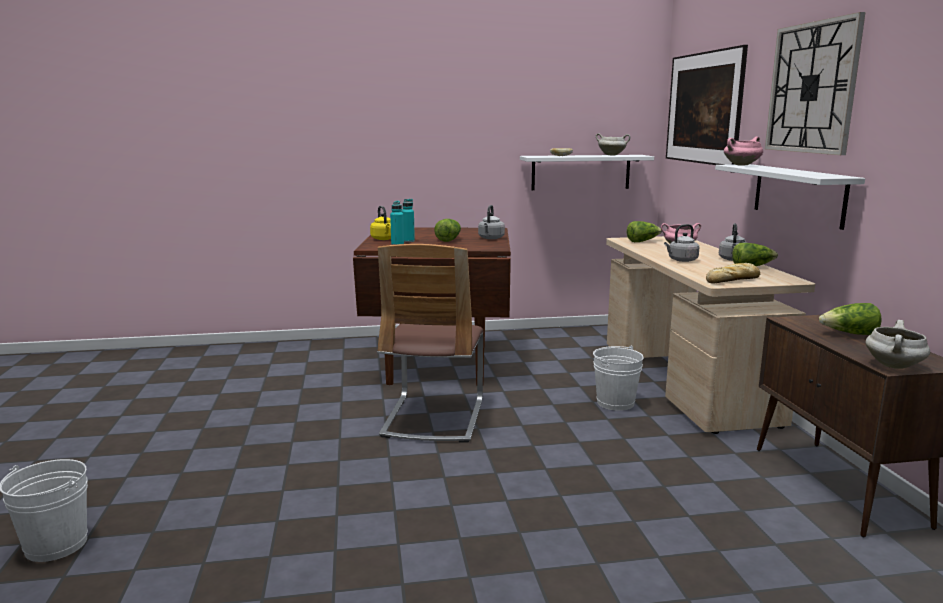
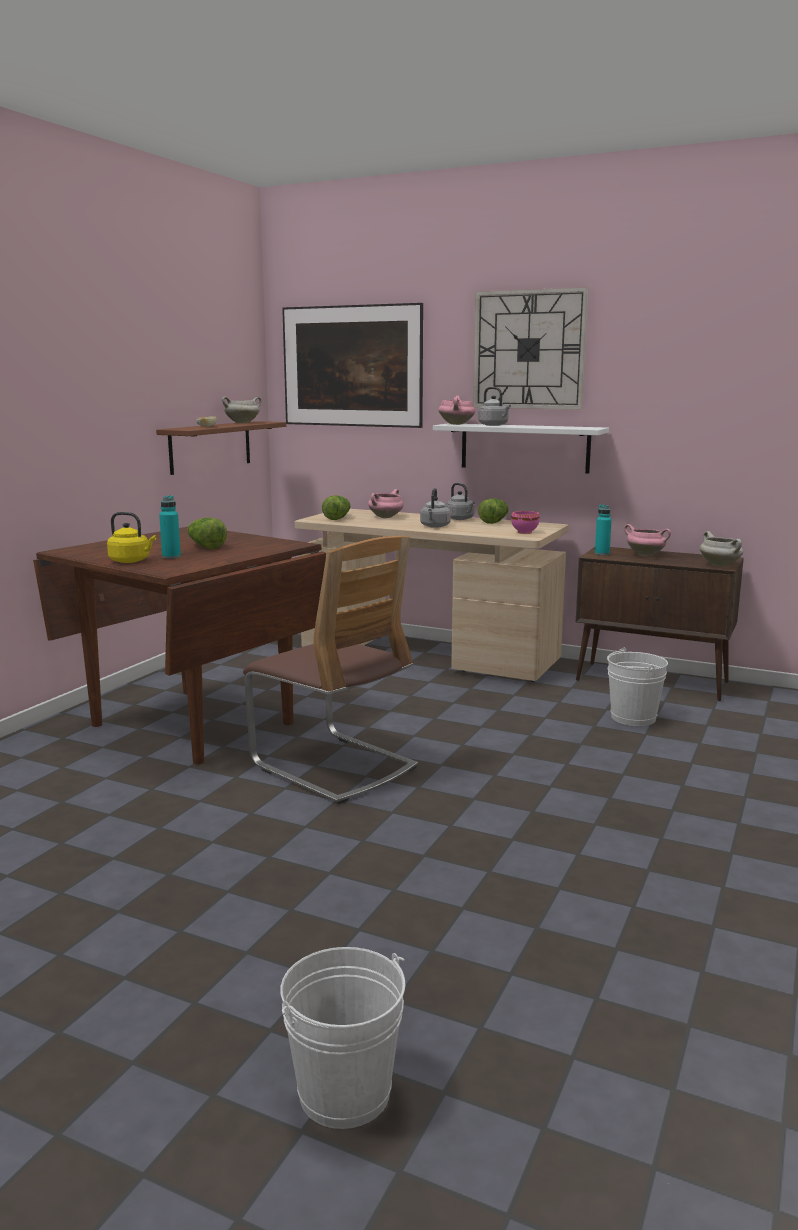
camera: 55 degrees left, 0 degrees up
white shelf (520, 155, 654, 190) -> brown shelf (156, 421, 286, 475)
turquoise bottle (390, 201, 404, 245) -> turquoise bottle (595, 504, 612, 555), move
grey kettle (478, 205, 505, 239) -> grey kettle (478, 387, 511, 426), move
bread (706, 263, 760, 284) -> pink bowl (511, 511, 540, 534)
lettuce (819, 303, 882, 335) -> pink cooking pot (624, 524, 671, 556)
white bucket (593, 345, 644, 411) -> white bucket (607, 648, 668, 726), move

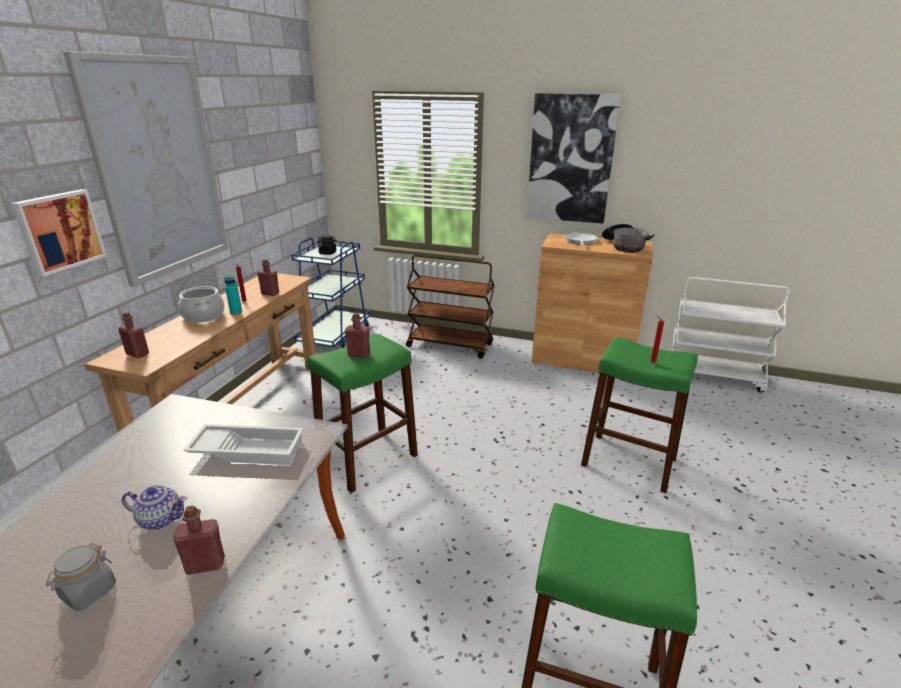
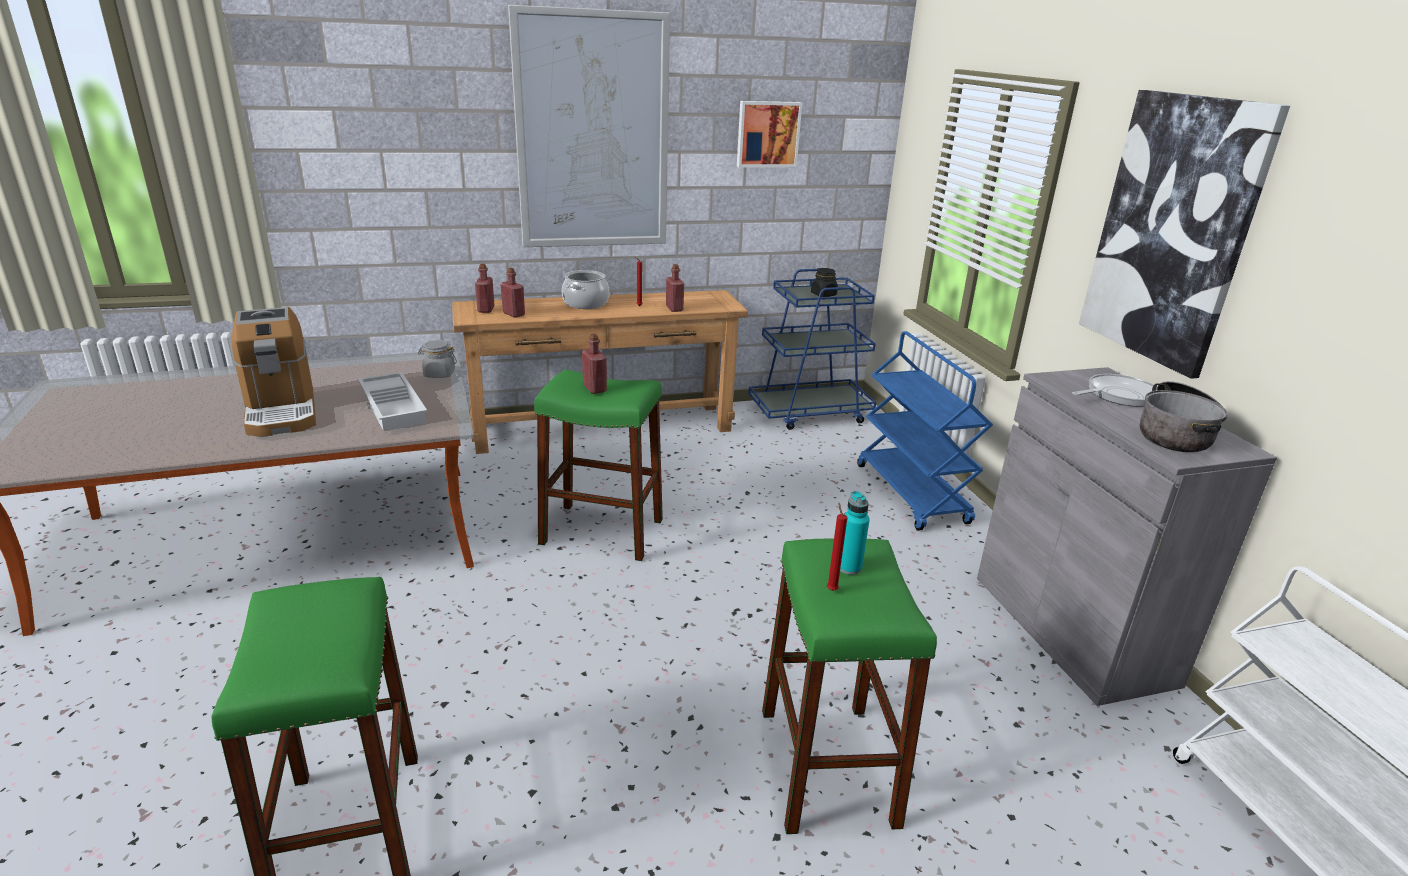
camera: 55 degrees right, 0 degrees up
picture (11, 189, 107, 277) -> picture (737, 101, 802, 167), move
brown cabinet (532, 233, 653, 373) -> grey cabinet (977, 367, 1277, 706)
brown cart (406, 255, 495, 359) -> blue cart (857, 331, 993, 531)
turquoise bottle (224, 275, 242, 315) -> turquoise bottle (840, 491, 870, 575), move
teapot (122, 485, 187, 530) -> coffee machine (231, 307, 316, 437)
red bottle (173, 506, 225, 575) -> red bottle (501, 268, 525, 318), move
grey jar (46, 543, 116, 611) -> grey jar (418, 340, 457, 378), move

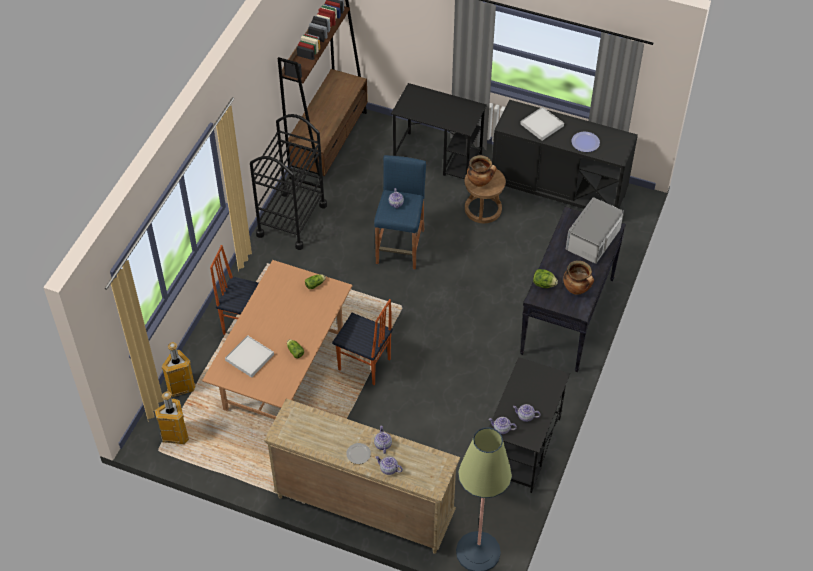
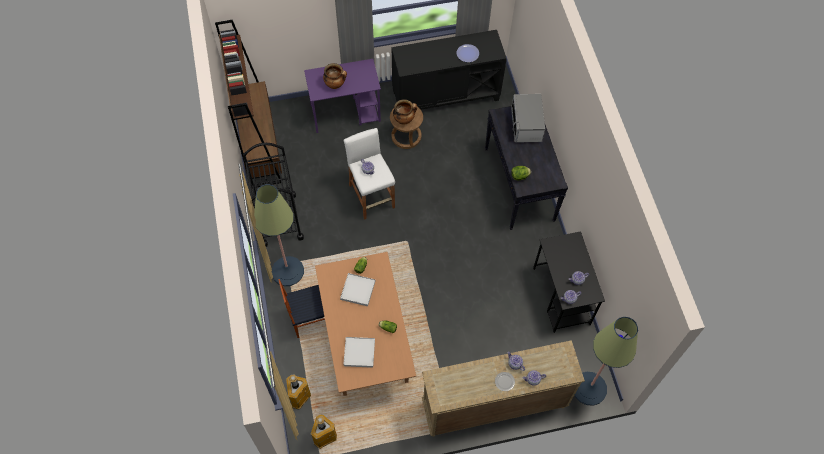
camera: 35 degrees left, 10 degrees up
black desk (391, 83, 487, 179) -> purple desk (304, 59, 381, 133)
white tray (520, 107, 564, 141) -> white tray (340, 273, 375, 306), move
blue stool (374, 155, 426, 270) -> white stool (344, 128, 395, 220)
cooking pot (563, 260, 594, 295) -> cooking pot (323, 63, 347, 89), move
chair (332, 299, 393, 386) -> none
none -> floor lamp (254, 184, 304, 286)

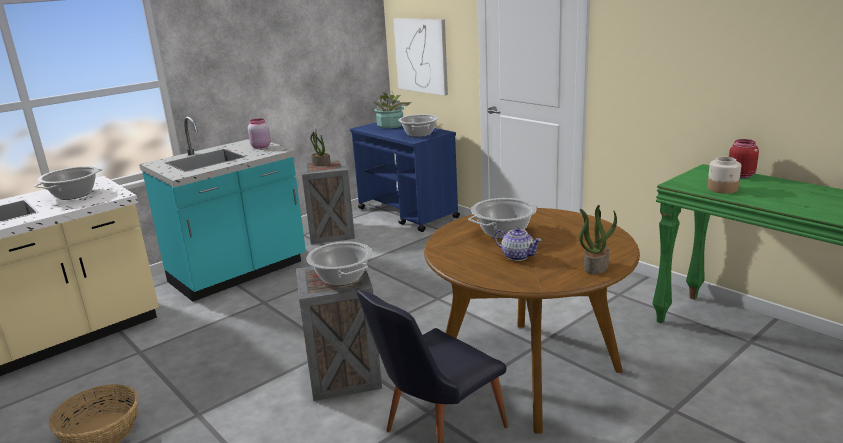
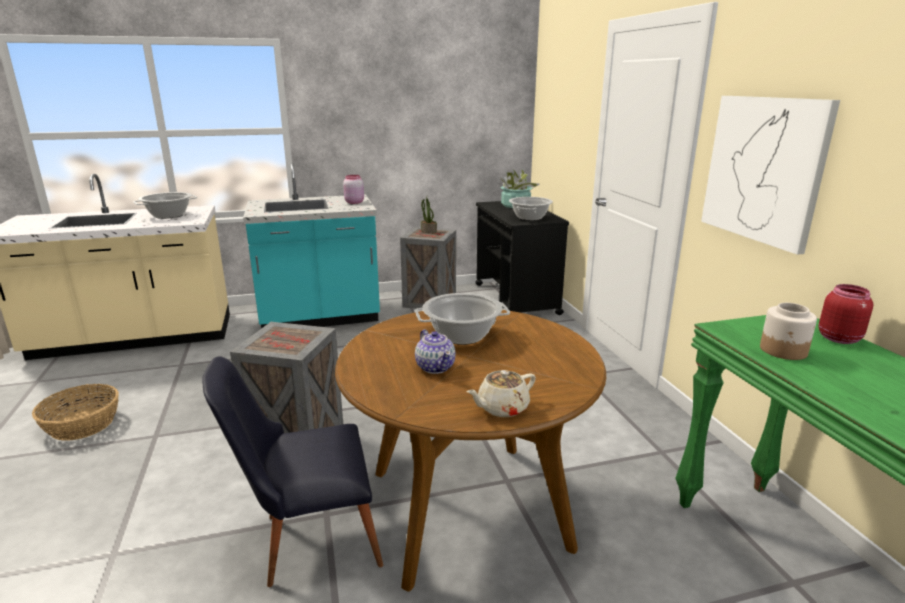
camera: 25 degrees right, 0 degrees up
picture (393, 18, 448, 96) -> picture (701, 96, 840, 255), move
blue cart (350, 122, 460, 232) -> black cart (475, 201, 569, 315)
potted plant (579, 205, 617, 275) -> beige teapot (467, 370, 536, 417)
cooking pot (306, 242, 372, 286) -> none

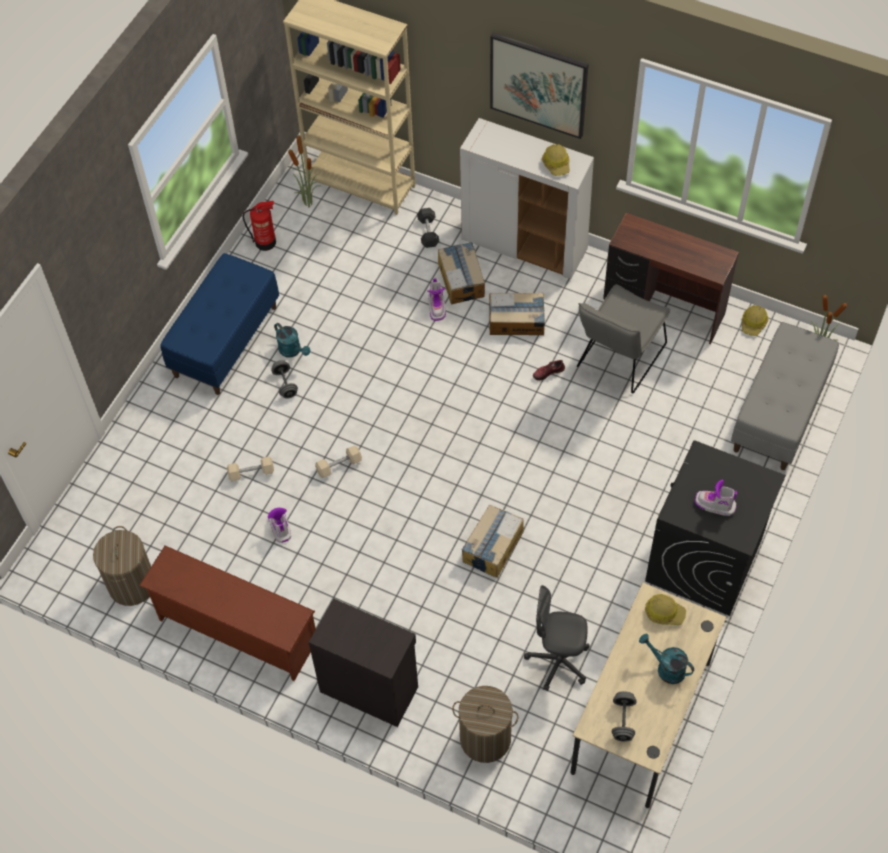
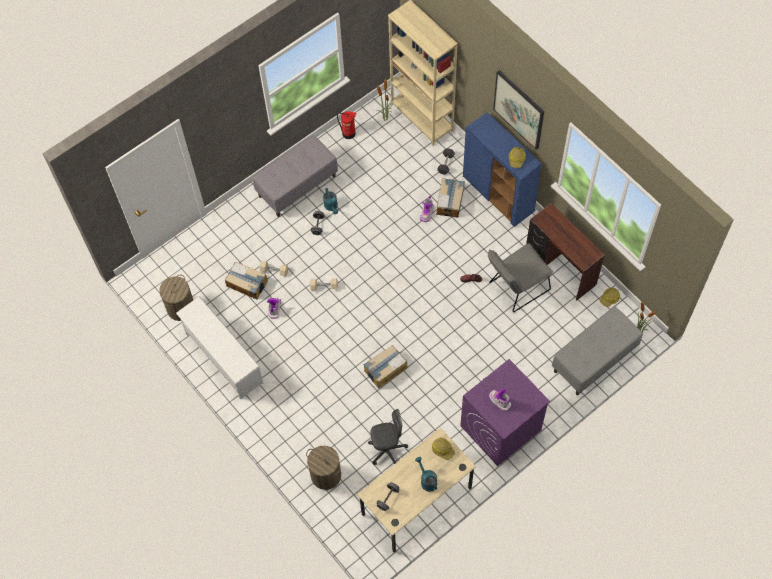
camera: 25 degrees right, 5 degrees up
white cabinet (460, 118, 594, 279) -> blue cabinet (463, 112, 541, 227)
blue bench (160, 253, 279, 395) -> grey bench (253, 135, 338, 217)
cardboard box (489, 293, 545, 335) -> cardboard box (225, 262, 268, 299), move
black washing machine (645, 440, 786, 616) -> purple washing machine (460, 359, 550, 466)
brown shoe rack (139, 546, 316, 681) -> white shoe rack (176, 296, 264, 399)
grey office chair (524, 585, 590, 691) -> grey office chair (368, 409, 408, 465), 135 degrees clockwise
black cabinet (309, 598, 418, 727) -> none

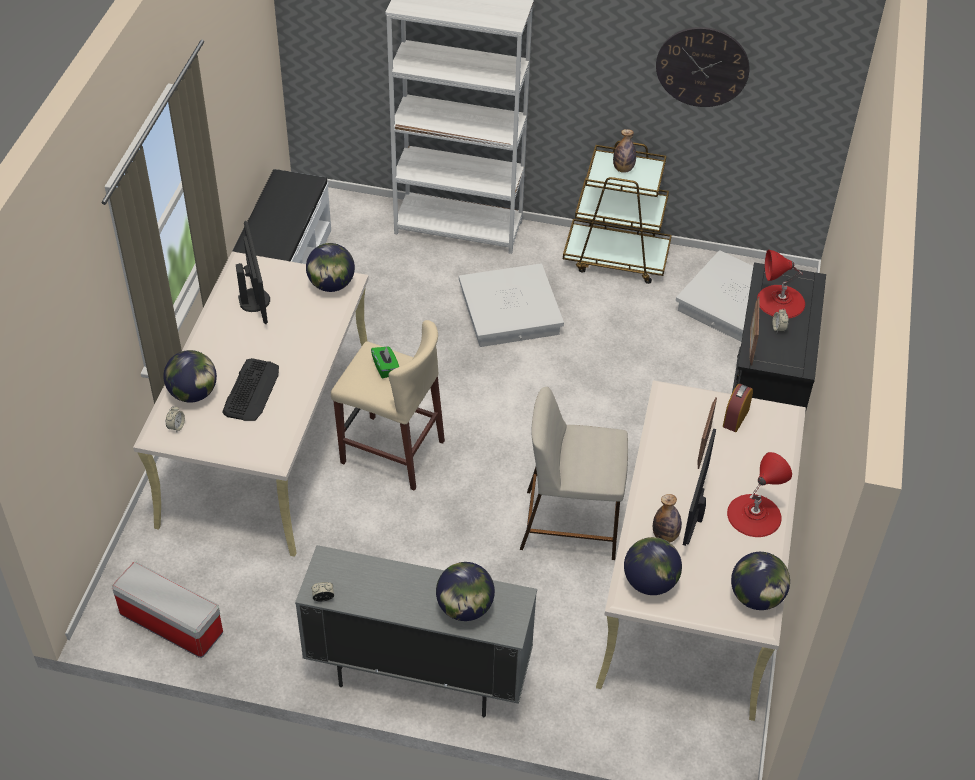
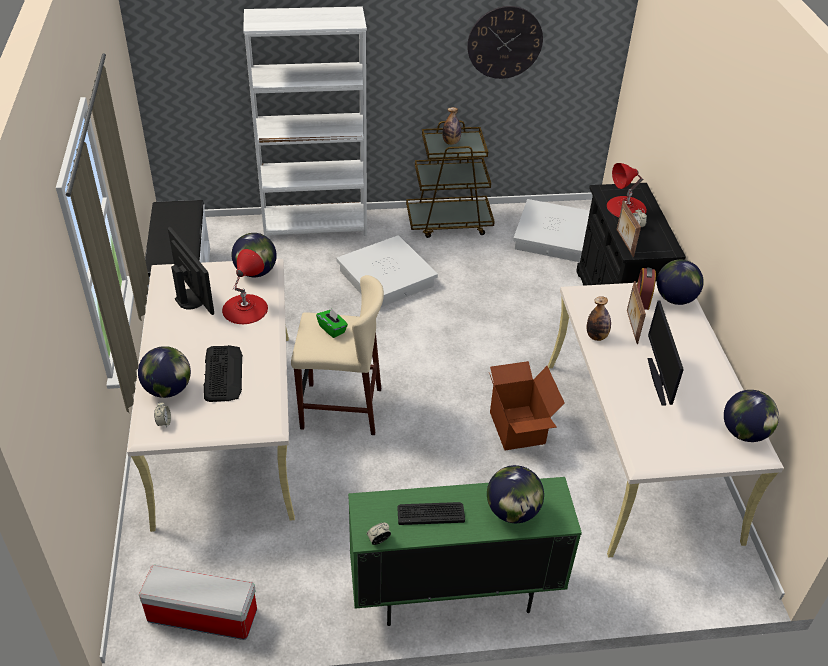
camera: 20 degrees left, 5 degrees down
beige stool (520, 387, 628, 560) -> cardboard box (489, 361, 565, 450)
red table lamp (727, 452, 792, 537) -> red table lamp (222, 249, 268, 324), move
bottle (653, 494, 682, 542) -> bottle (587, 296, 611, 341), move
globe (624, 537, 682, 595) -> globe (657, 260, 704, 305), move
grey cabinet (295, 545, 537, 717) -> green cabinet (348, 477, 582, 626)
none -> keyboard (397, 502, 465, 525)

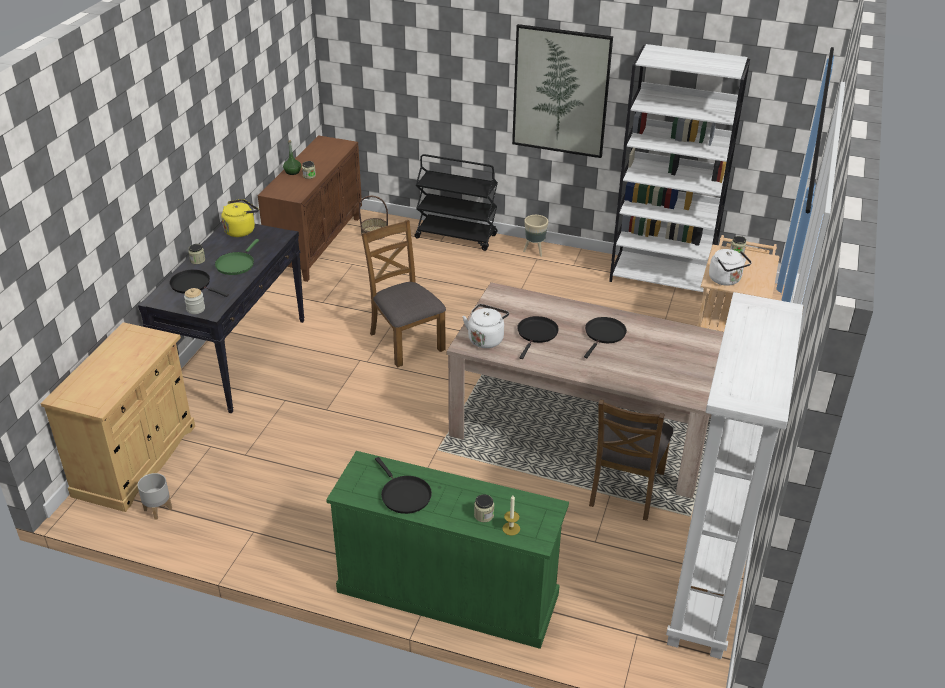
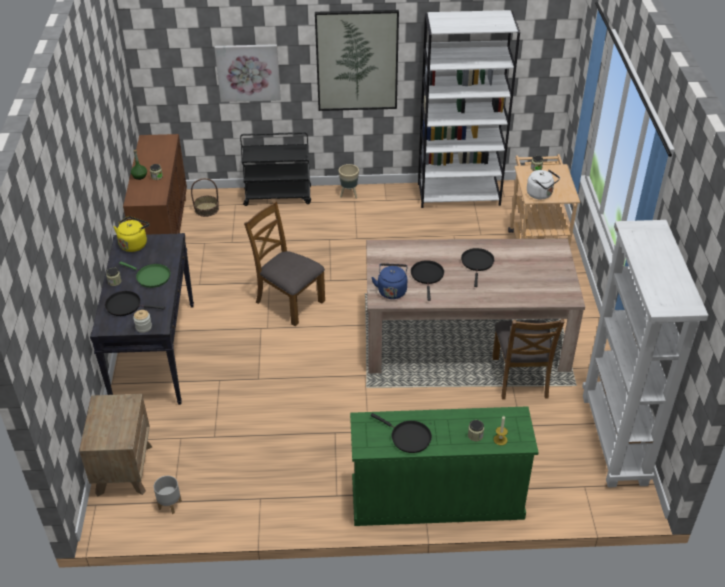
camera: 20 degrees left, 5 degrees up
green frying pan (215, 239, 259, 275) -> green frying pan (119, 262, 170, 288), 60 degrees counterclockwise
white kettle (463, 304, 509, 348) -> blue kettle (371, 263, 408, 299)
beige cabinet (40, 322, 195, 512) -> brown nightstand (79, 394, 152, 497)
none -> picture (214, 44, 281, 102)

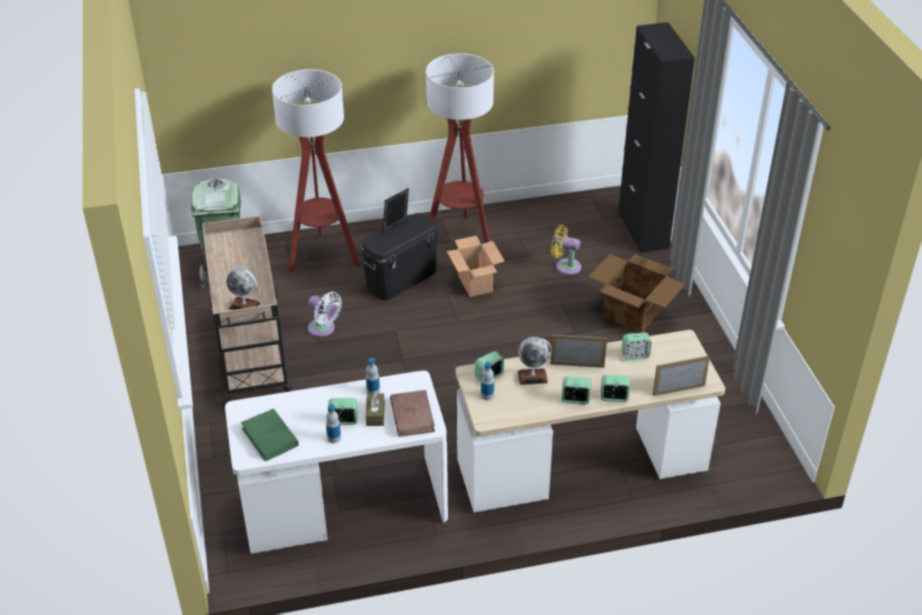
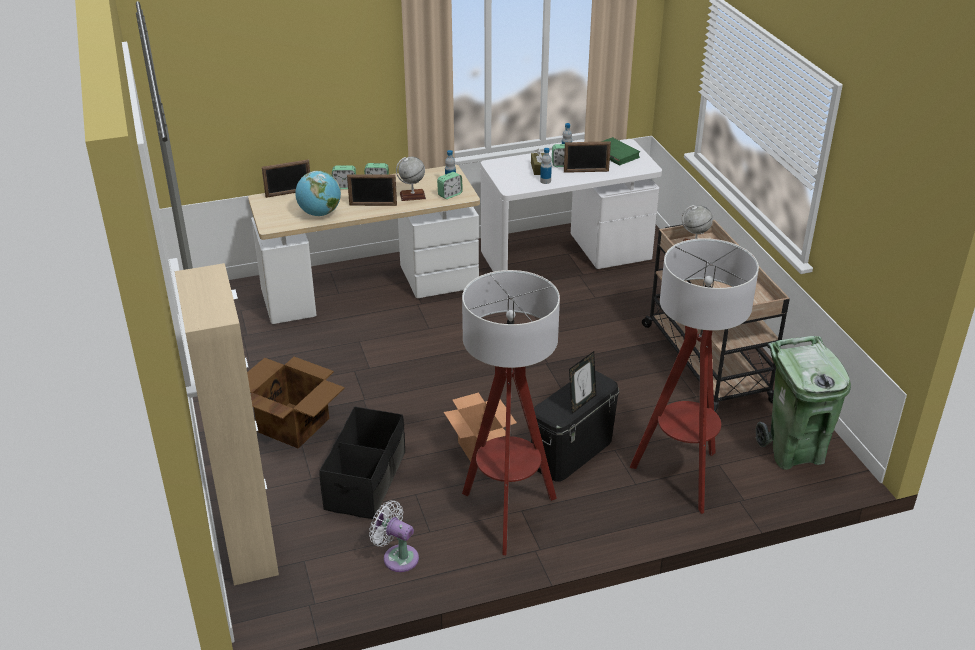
camera: 175 degrees right, 5 degrees down
black cabinet (618, 22, 695, 252) -> beige cabinet (175, 263, 279, 586)
yellow fan (551, 225, 581, 275) -> black storage box (320, 407, 405, 519)
white fan (308, 292, 342, 337) -> white fan (369, 500, 419, 572), move
alarm clock (621, 332, 652, 360) -> globe (295, 171, 341, 216)
brown book (390, 390, 435, 437) -> none
none -> picture frame (564, 141, 611, 173)

